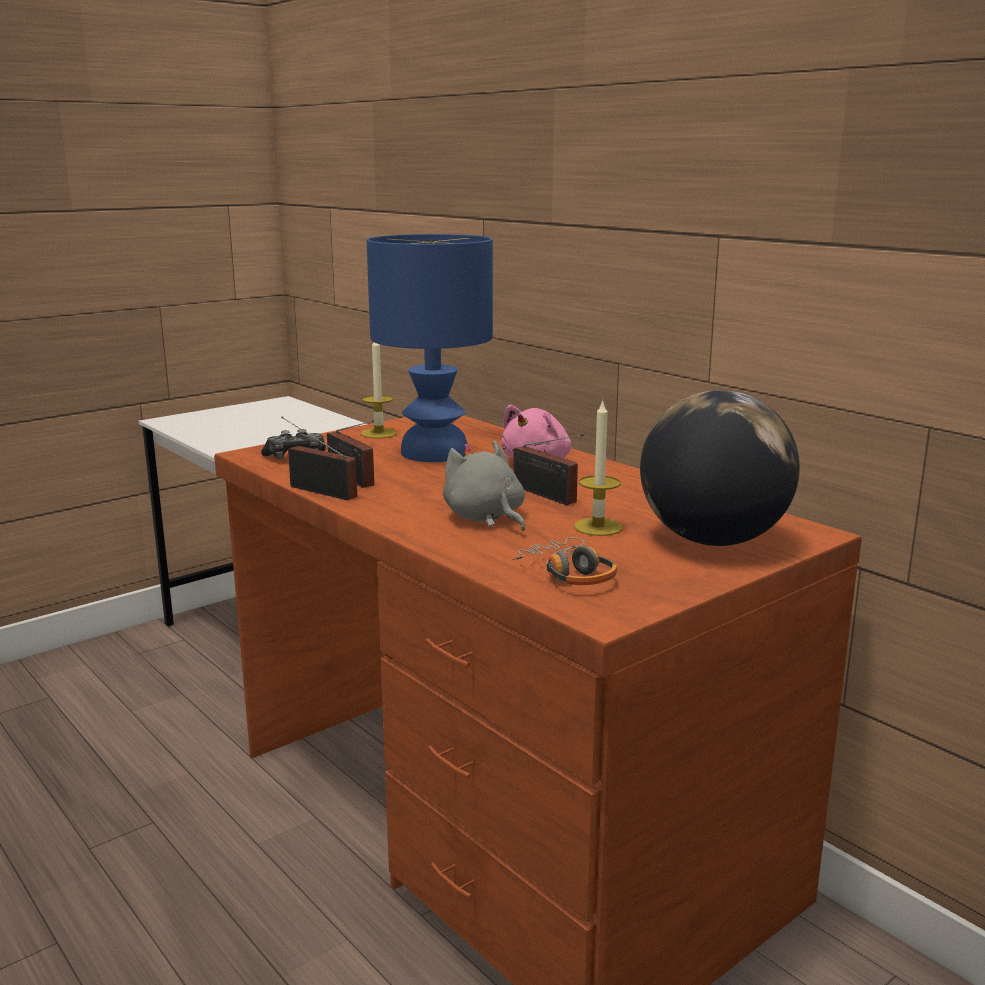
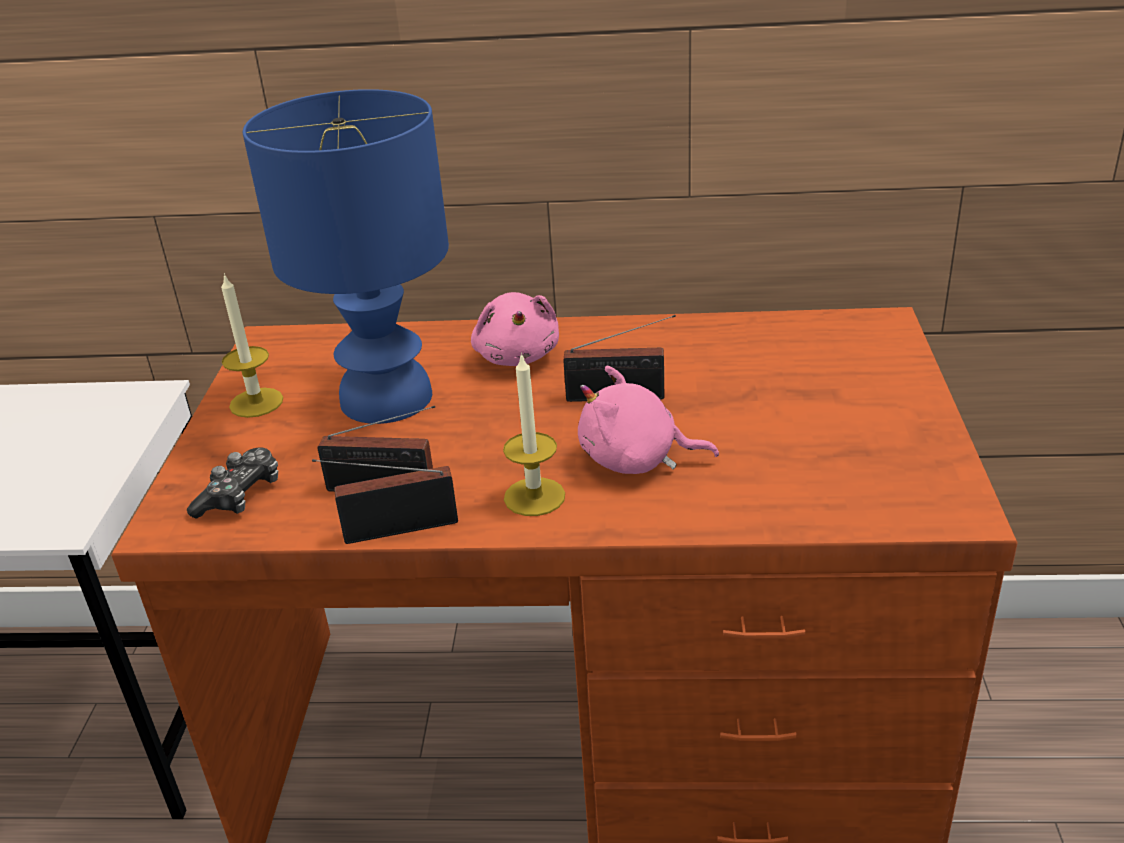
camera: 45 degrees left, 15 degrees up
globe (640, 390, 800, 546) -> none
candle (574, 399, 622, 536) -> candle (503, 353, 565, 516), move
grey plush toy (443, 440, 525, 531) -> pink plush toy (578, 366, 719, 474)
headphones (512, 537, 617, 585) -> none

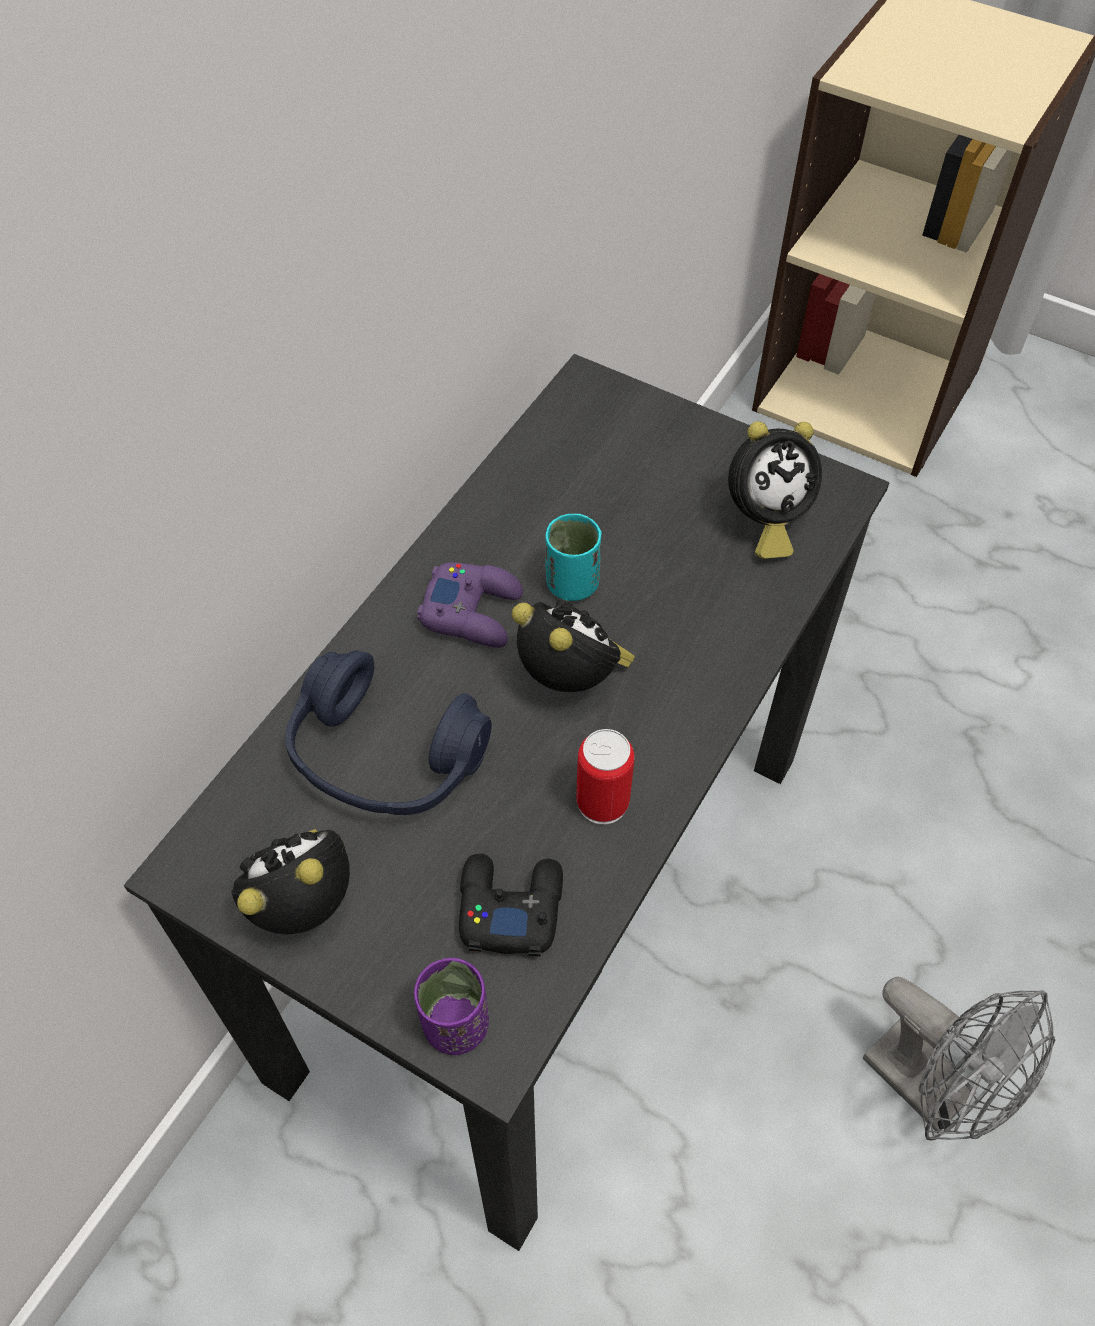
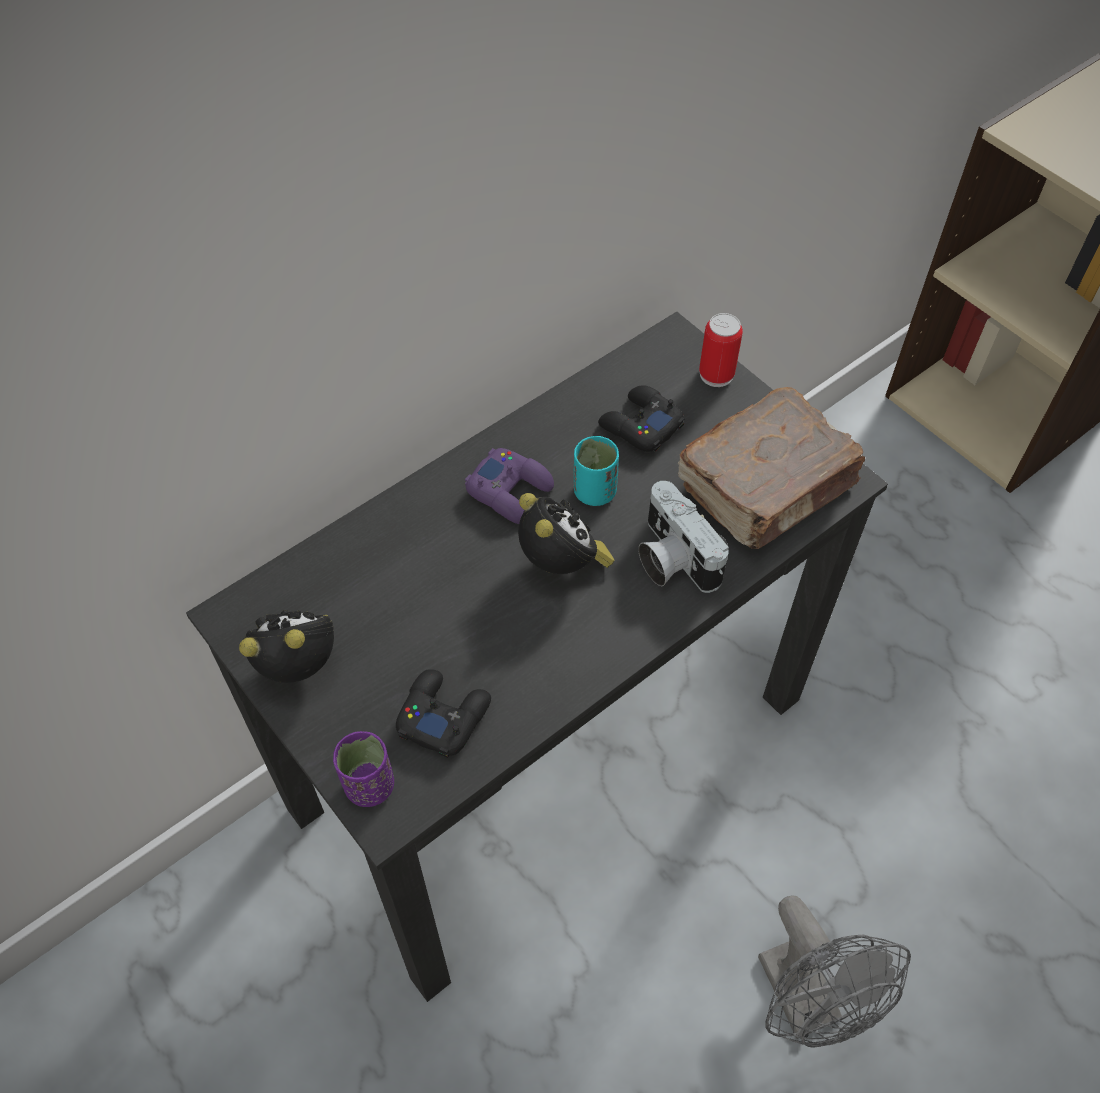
camera: 20 degrees right, 0 degrees up
alarm clock (728, 422, 822, 559) -> brown book (678, 387, 865, 549)
blue headphones (285, 650, 492, 815) -> none
can (576, 729, 635, 825) -> can (699, 313, 743, 387), move
none -> black game controller (598, 385, 685, 452)
none -> photo camera (638, 481, 729, 593)

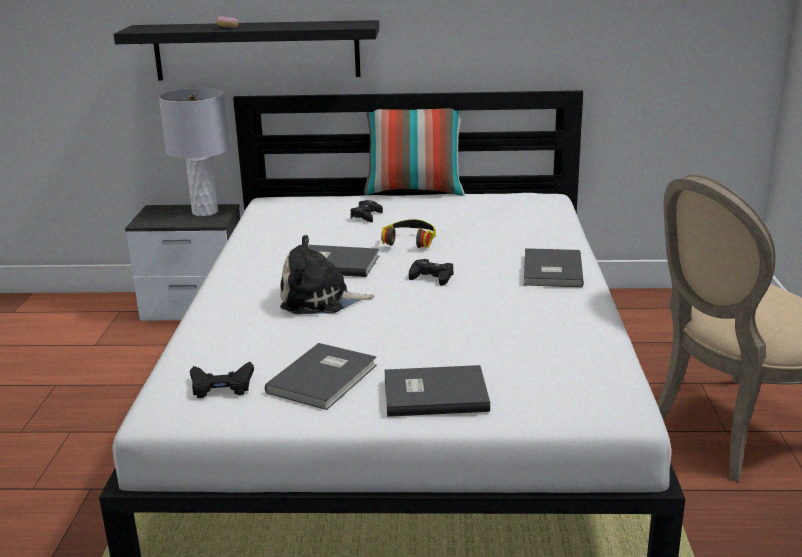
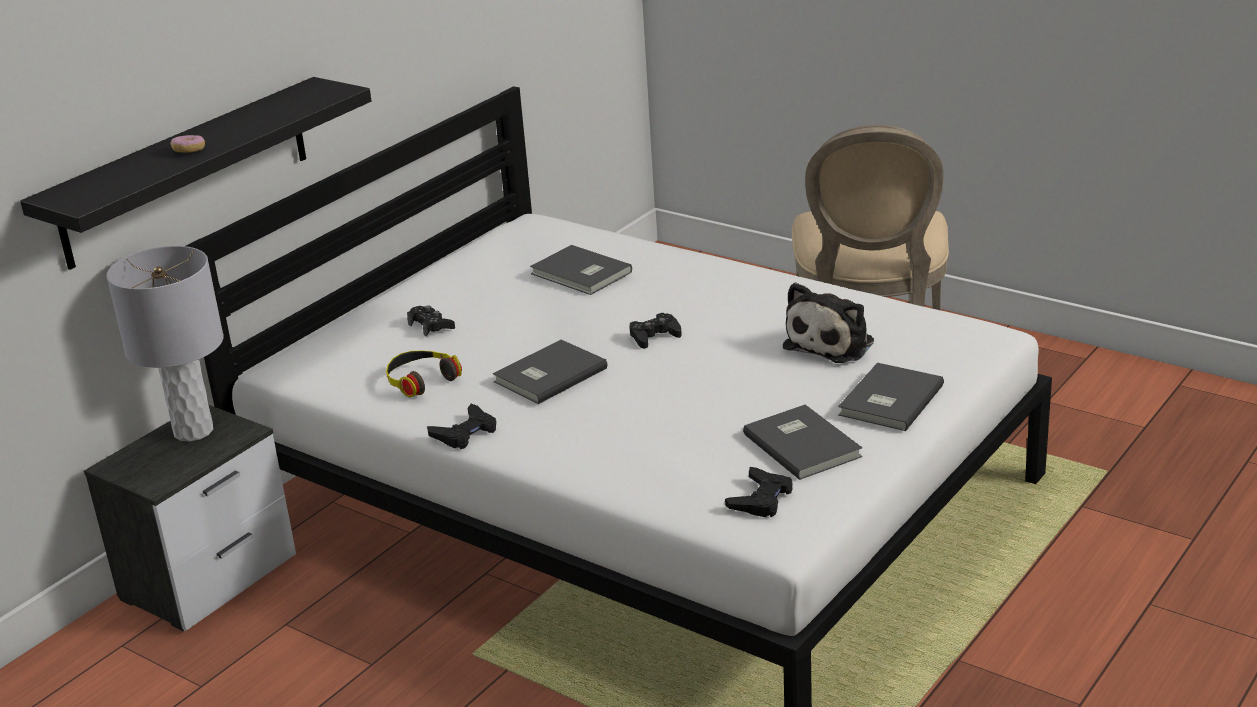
camera: 55 degrees left, 5 degrees up
pillow (364, 108, 465, 196) -> none
headphones (381, 219, 436, 248) -> headphones (386, 350, 462, 397), move
plush toy (280, 235, 375, 314) -> plush toy (783, 282, 874, 363), move
grey book (524, 248, 584, 287) -> grey book (530, 245, 632, 295), move
none -> black game controller (427, 404, 496, 449)

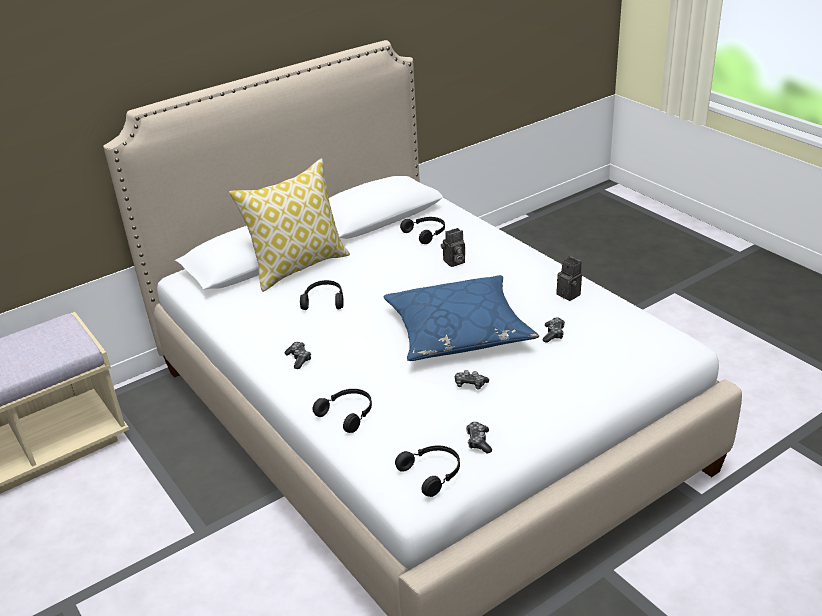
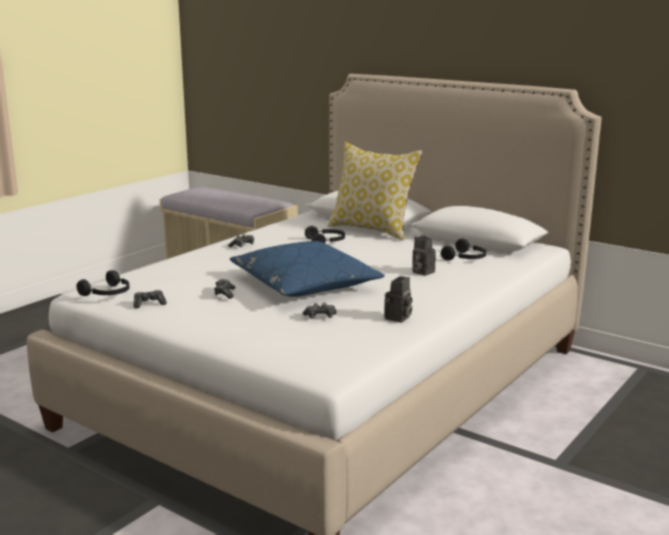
camera: 70 degrees right, 15 degrees down
black headphones (313, 389, 372, 433) -> none

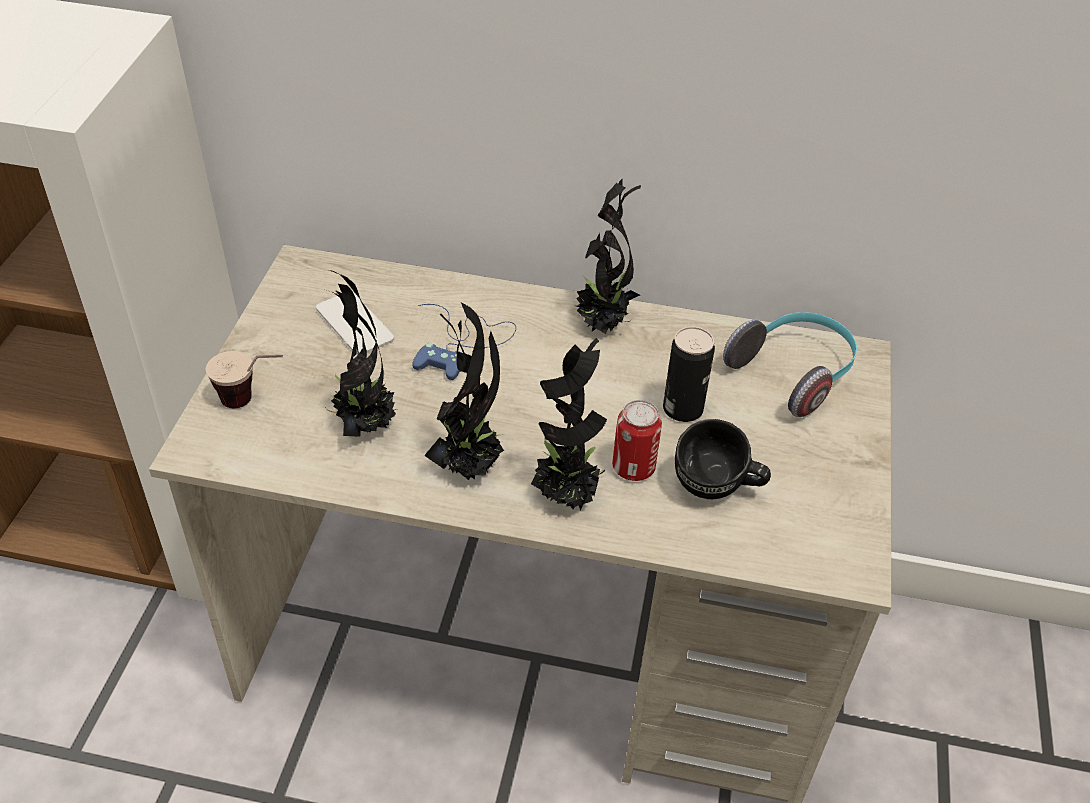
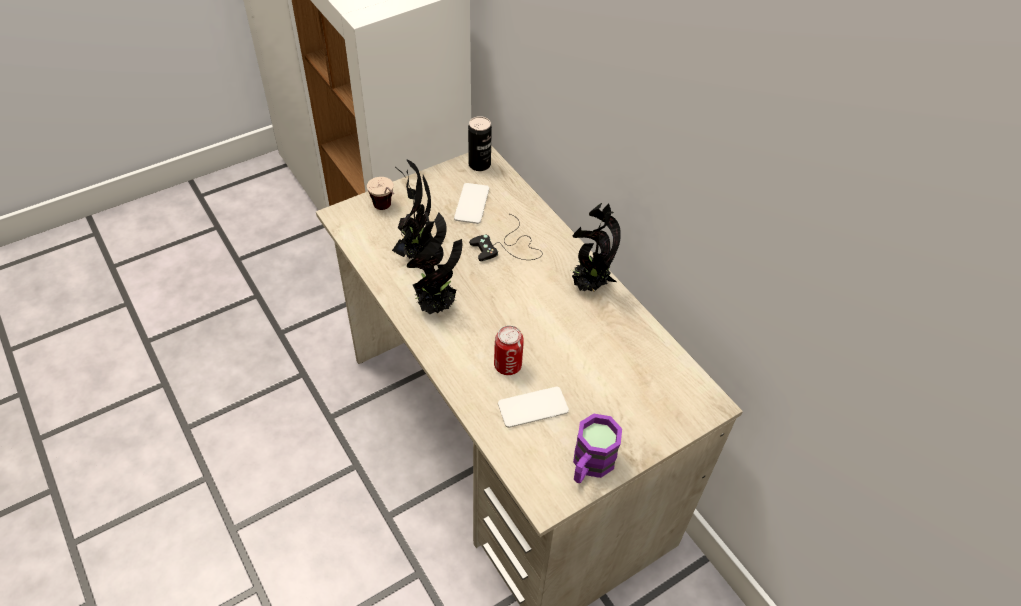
camera: 45 degrees right, 5 degrees up
blue game controller (412, 304, 516, 380) -> black game controller (469, 214, 543, 262)
headphones (723, 312, 857, 417) -> none
can (663, 327, 715, 422) -> can (468, 116, 492, 171), move
potted plant (531, 338, 607, 510) -> none
black mug (675, 419, 771, 499) -> phone (498, 387, 569, 428)
none -> purple mug (573, 414, 622, 483)

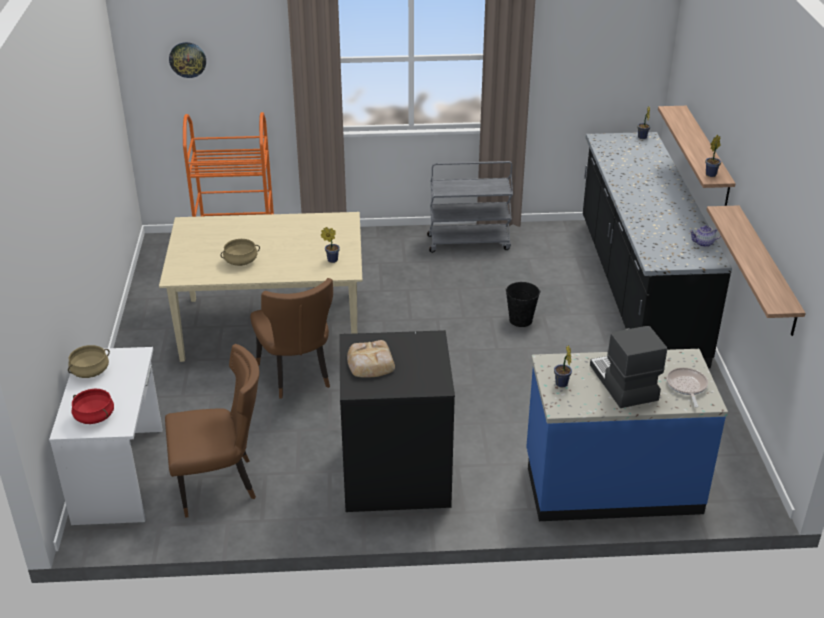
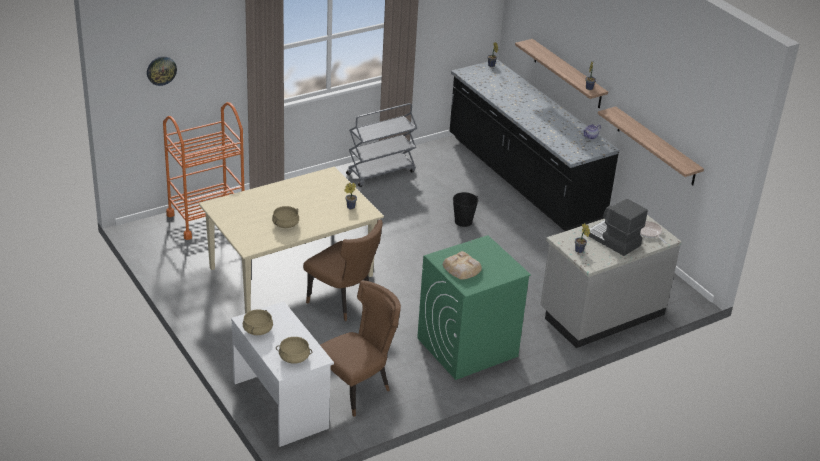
camera: 30 degrees left, 0 degrees up
black washing machine (339, 330, 455, 512) -> green washing machine (417, 235, 531, 380)
blue counter (526, 349, 728, 521) -> grey counter (541, 215, 682, 348)
red cooking pot (72, 389, 114, 424) -> beige cooking pot (276, 337, 312, 364)

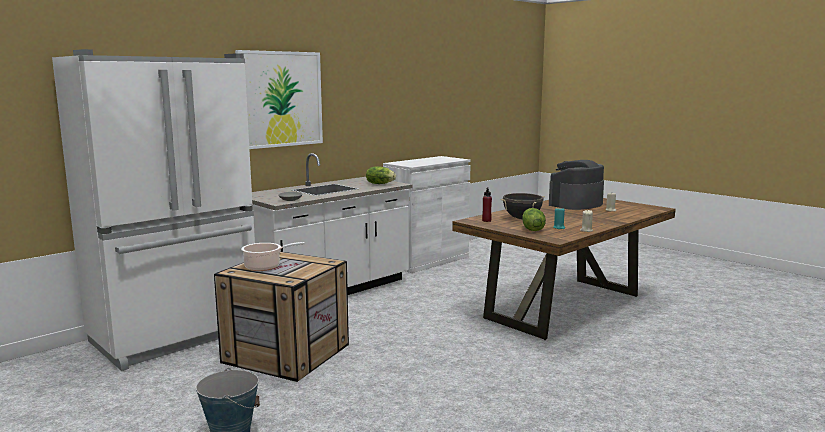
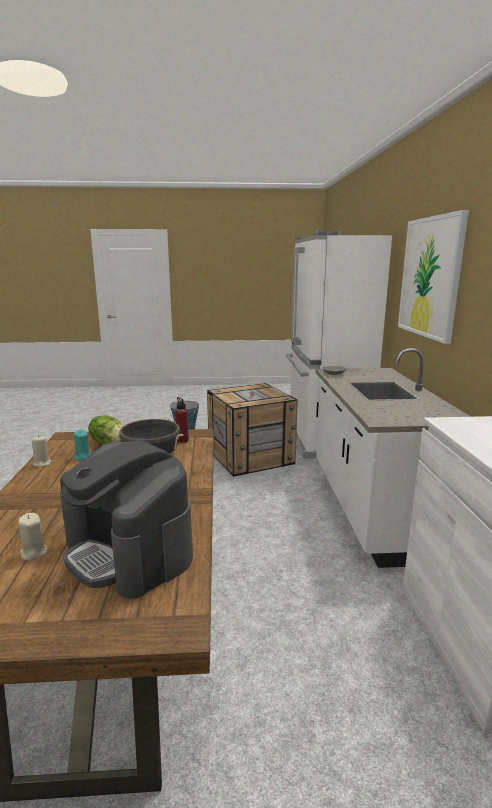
camera: 130 degrees right, 5 degrees up
coffee machine (549, 160, 604, 210) -> coffee machine (60, 440, 193, 599), 135 degrees clockwise
lettuce (366, 166, 396, 184) -> none
cooking pot (241, 242, 305, 271) -> none

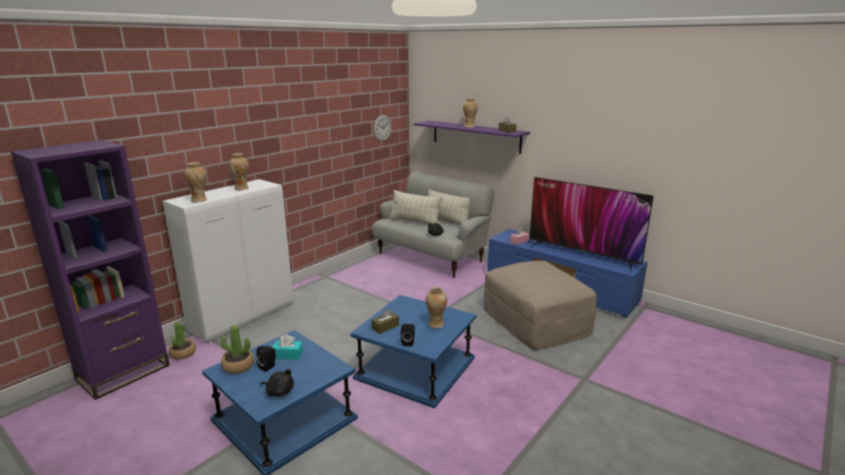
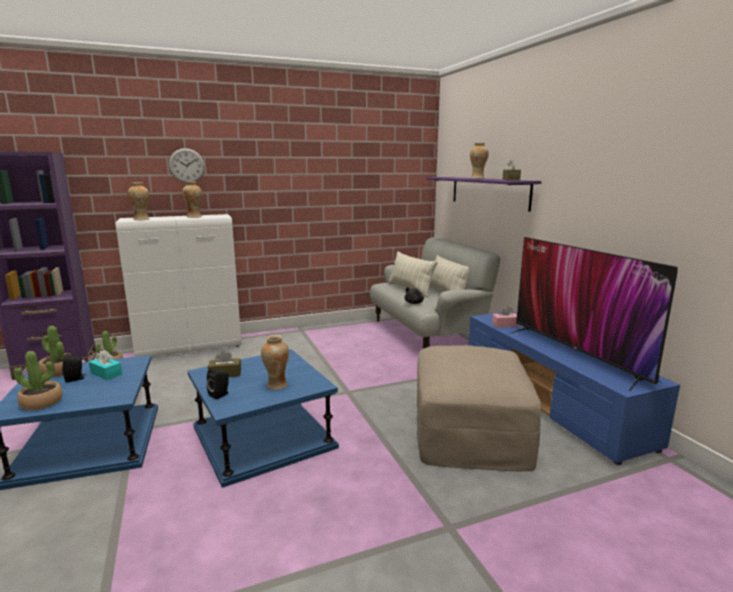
camera: 30 degrees right, 5 degrees down
wall clock (374, 115, 392, 141) -> wall clock (169, 148, 205, 183), move
black plush toy (260, 369, 294, 397) -> potted plant (14, 351, 63, 410)

